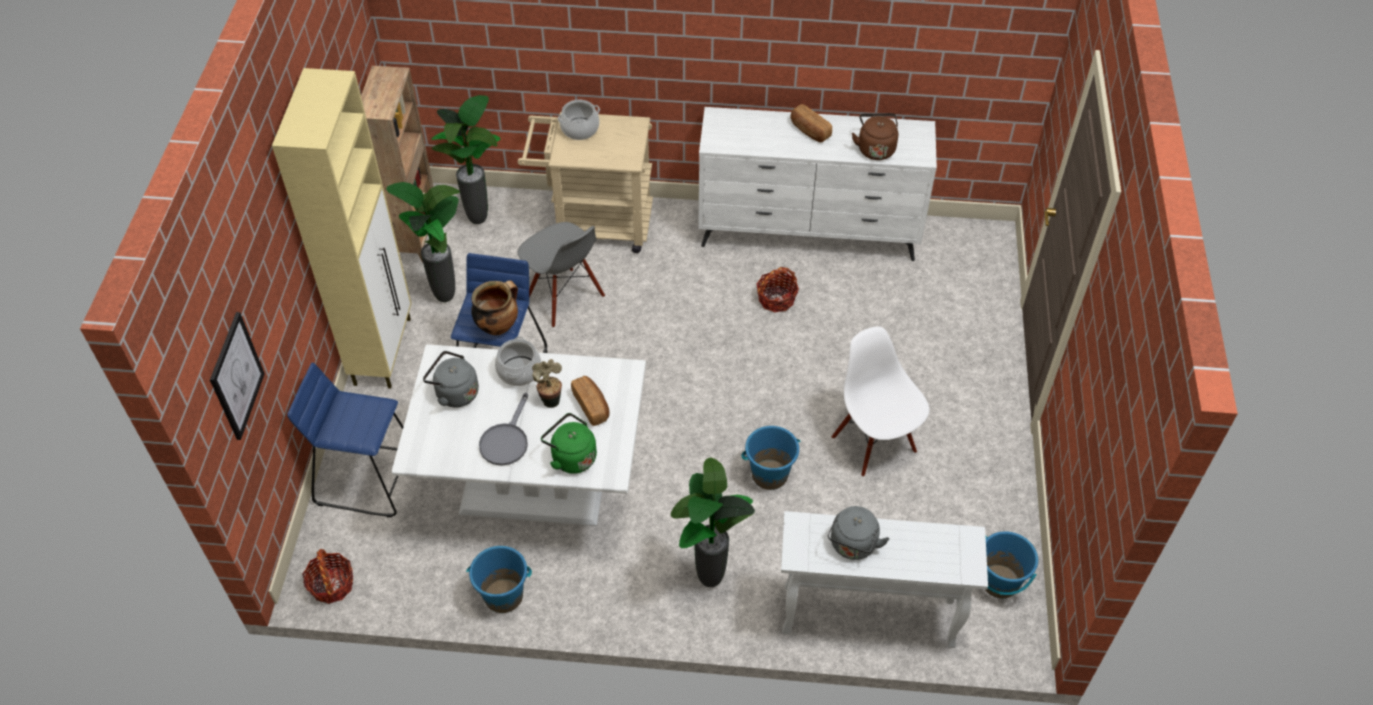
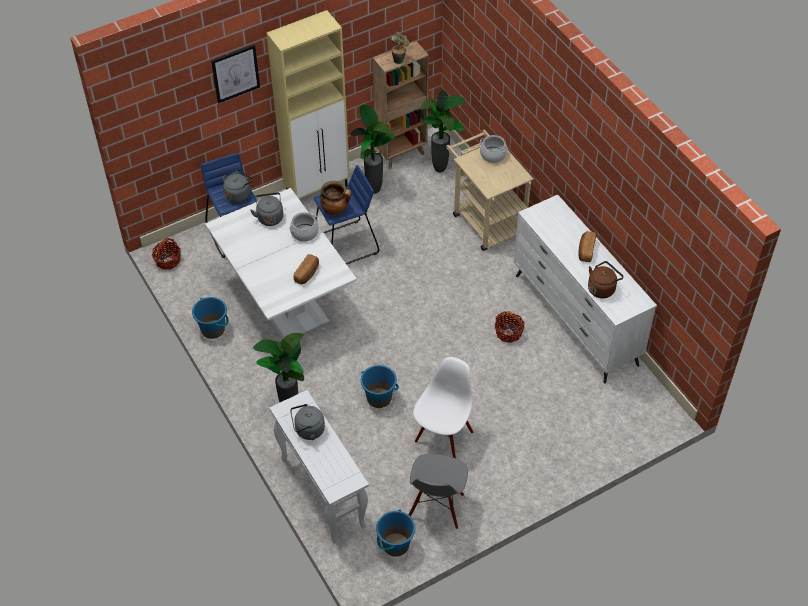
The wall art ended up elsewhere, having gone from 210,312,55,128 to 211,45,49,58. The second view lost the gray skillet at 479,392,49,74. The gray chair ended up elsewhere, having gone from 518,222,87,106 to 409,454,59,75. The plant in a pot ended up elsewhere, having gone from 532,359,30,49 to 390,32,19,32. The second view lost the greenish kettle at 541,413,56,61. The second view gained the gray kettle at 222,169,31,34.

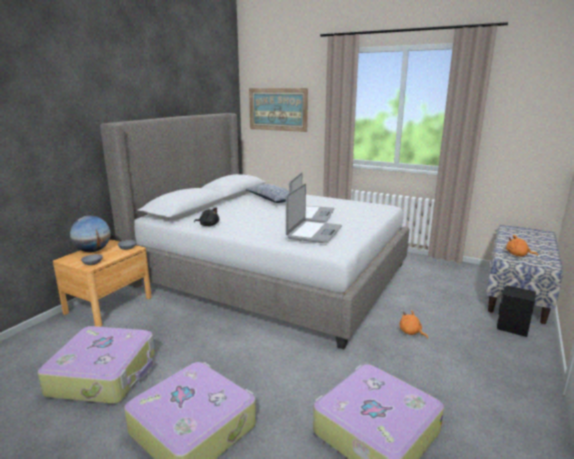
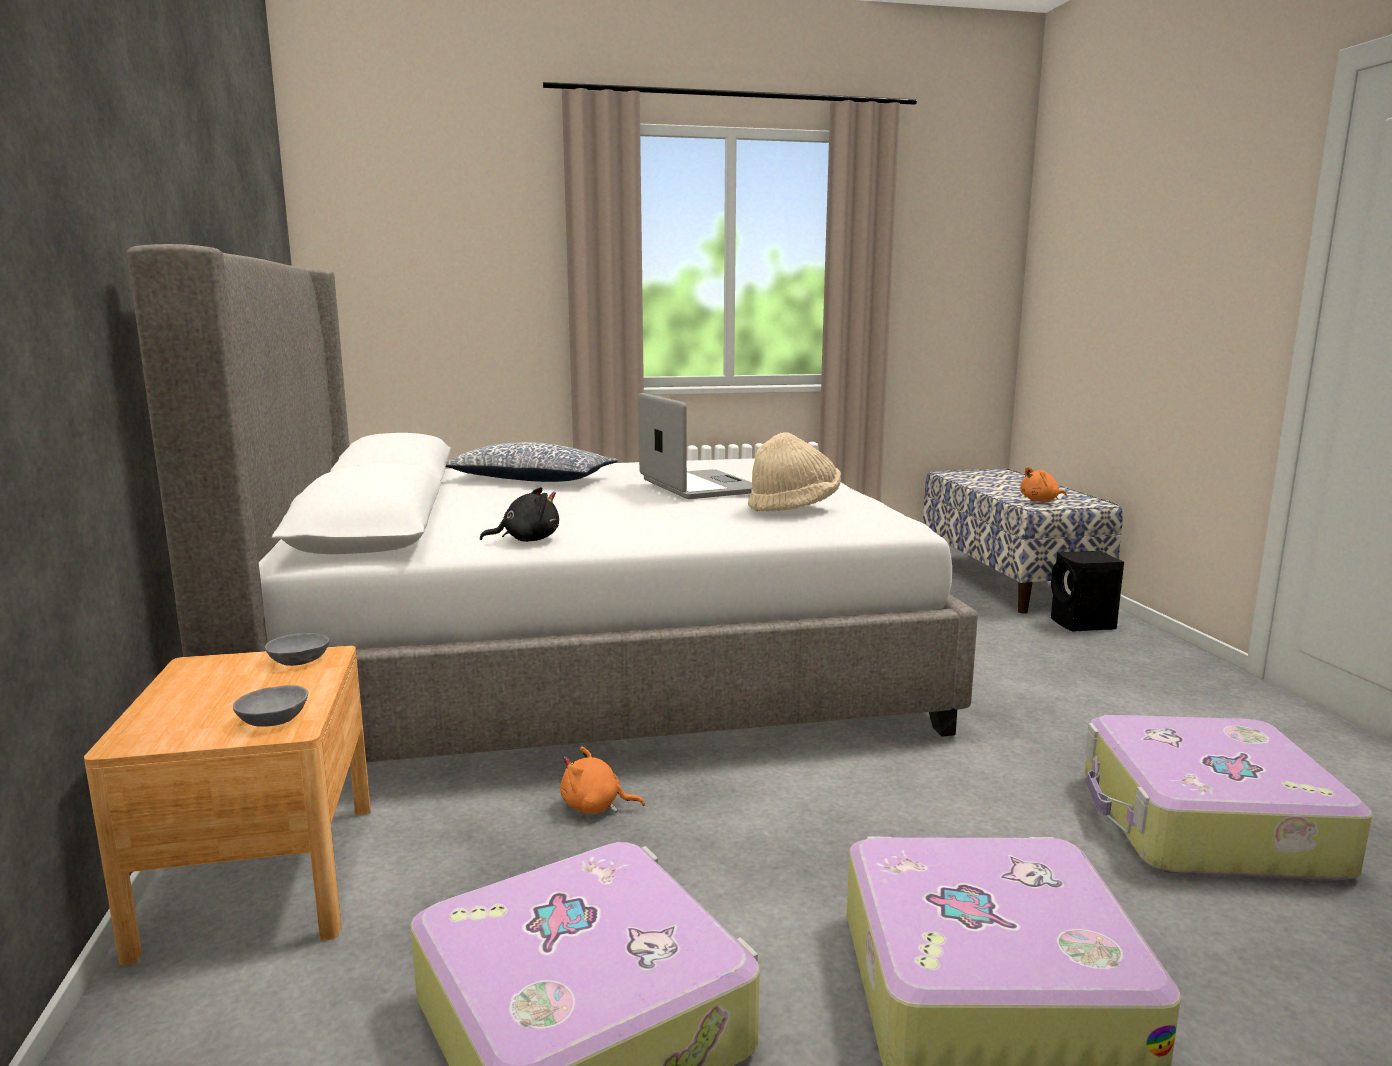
The second view lost the desk globe at 70,216,40,36. The second view lost the wall art at 249,88,59,44. Where the laptop stood at 286,183,56,60, the sand-coloured clothing hat came to stand at 748,432,93,80. The orange-coloured plush toy ended up elsewhere, having gone from 400,310,28,29 to 560,746,85,67.

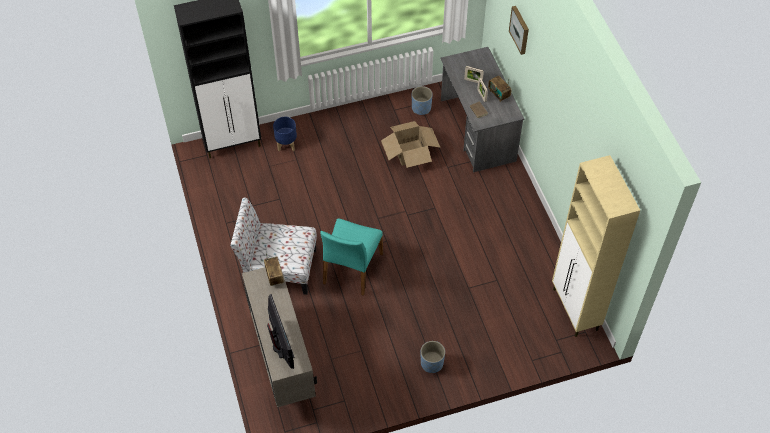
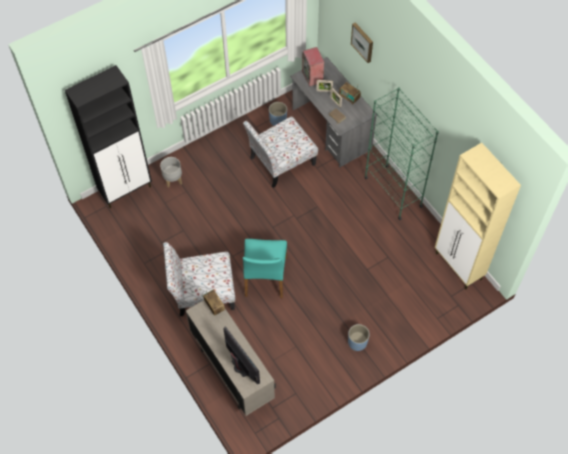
What was the bluish plant pot at 273,117,24,34 turned into the gray plant pot at 160,157,22,31. Where the cardboard box stood at 381,121,60,47, the chair came to stand at 243,117,75,71. The second view gained the audio speaker at 302,47,22,40. The second view gained the greenish bookcase at 365,88,74,132.

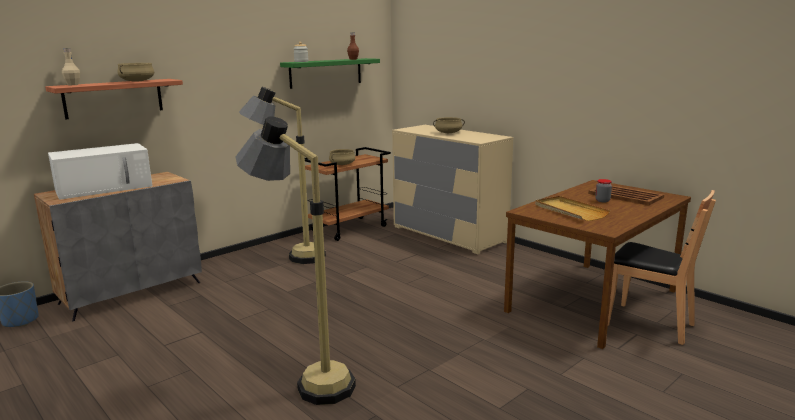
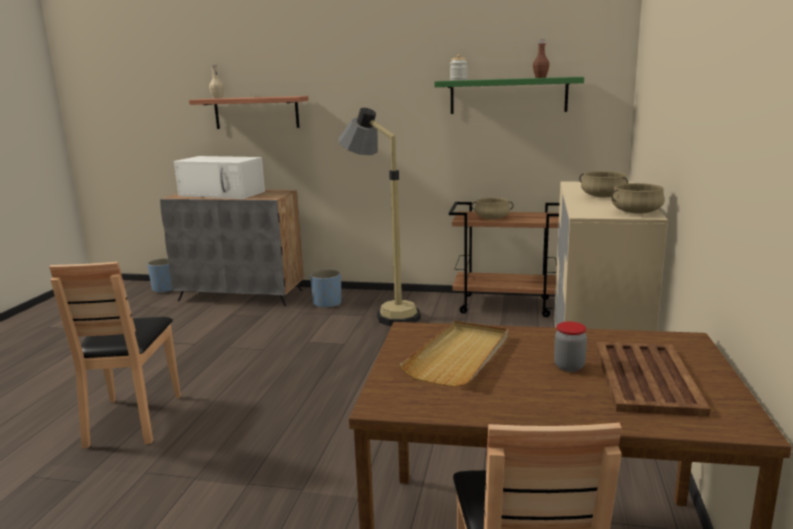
The sand-coloured cooking pot ended up elsewhere, having gone from 117,63,37,19 to 611,183,54,31. Where the standard lamp stood at 235,117,121,288, the brown chair came to stand at 49,262,132,186. The second view gained the bluish plant pot at 310,269,31,39.

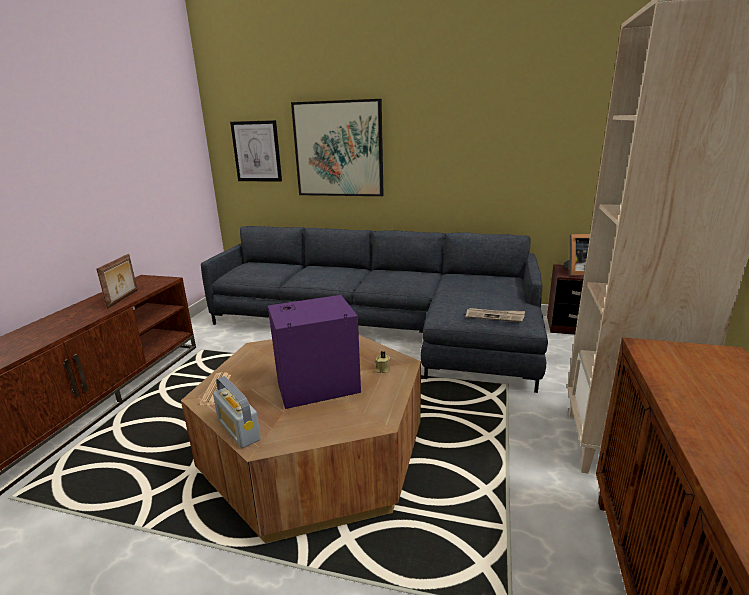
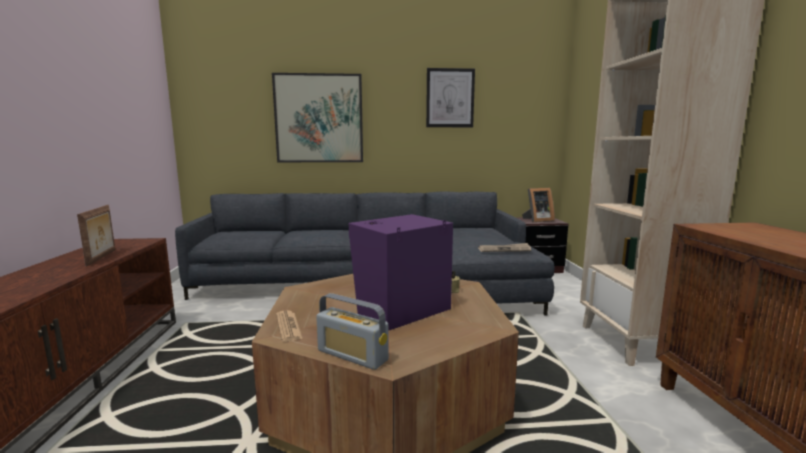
The wall art ended up elsewhere, having gone from 230,120,52,62 to 426,68,49,59.

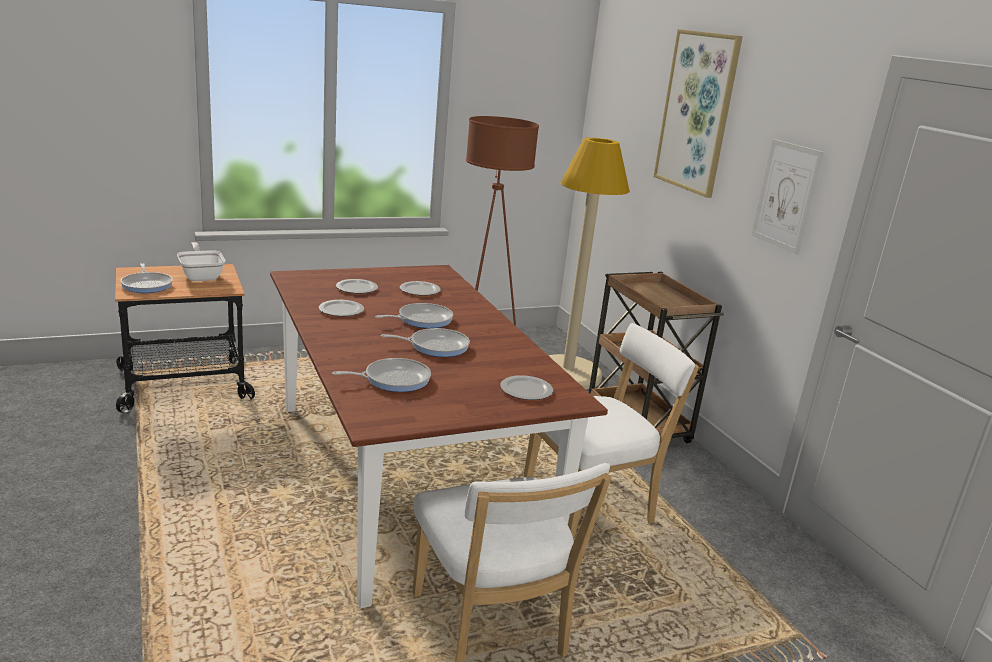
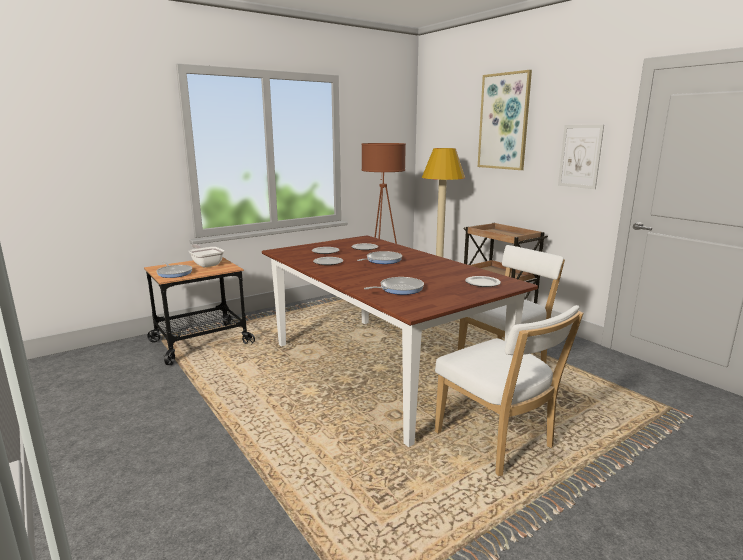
The second view lost the skillet at 381,328,89,29.

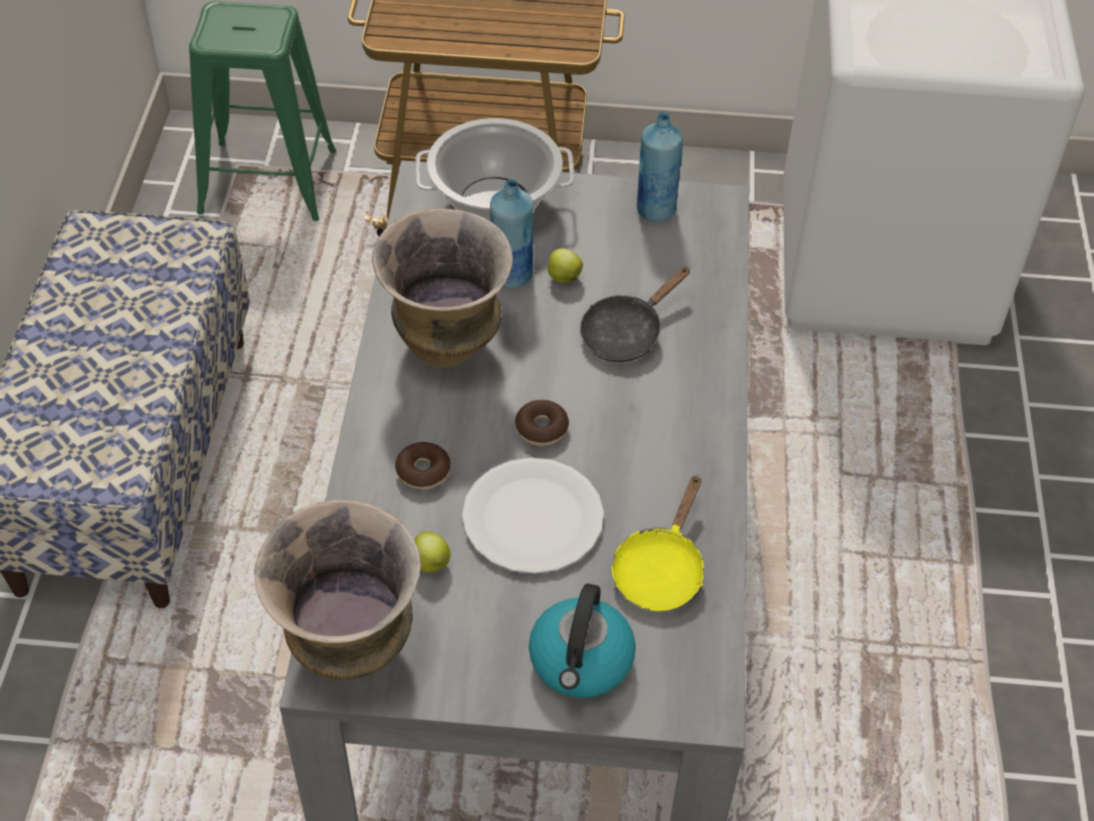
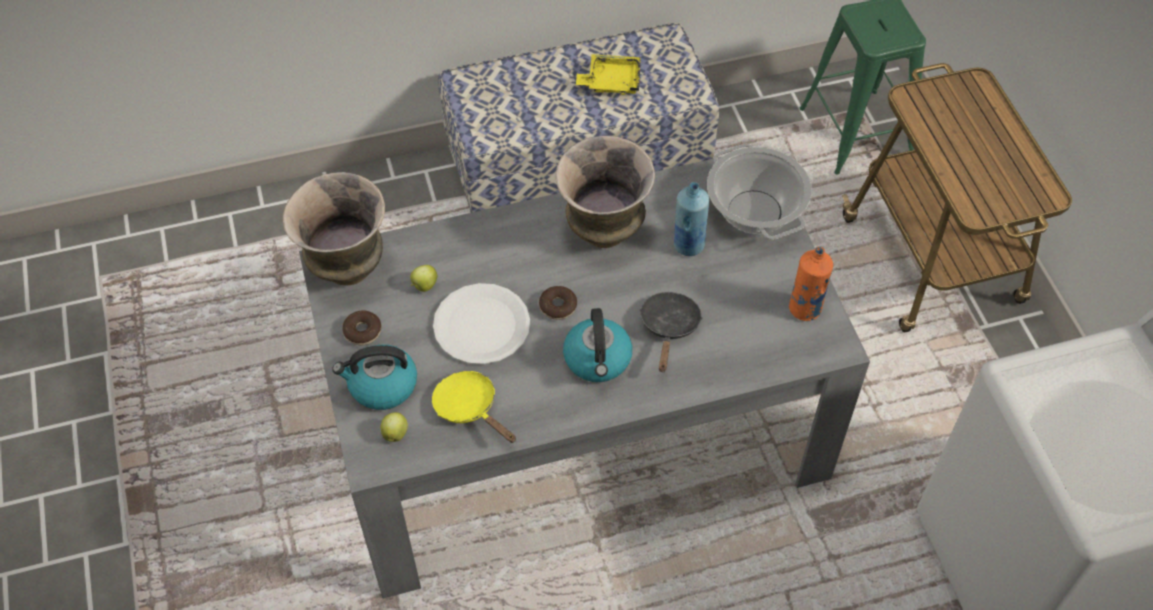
The donut ended up elsewhere, having gone from 395,442,56,48 to 342,310,39,35. The whole apple ended up elsewhere, having gone from 548,248,35,35 to 381,412,27,30. The black skillet at 580,266,110,96 ended up facing another way, 75 degrees clockwise from before. The yellow skillet at 612,475,92,136 ended up facing another way, 45 degrees clockwise from before. What was the bluish beverage bottle at 637,112,46,110 turned into the orange-coloured beverage bottle at 789,246,44,75. The second view gained the kettle at 563,308,70,74. The second view gained the yellow tray at 576,54,65,41.

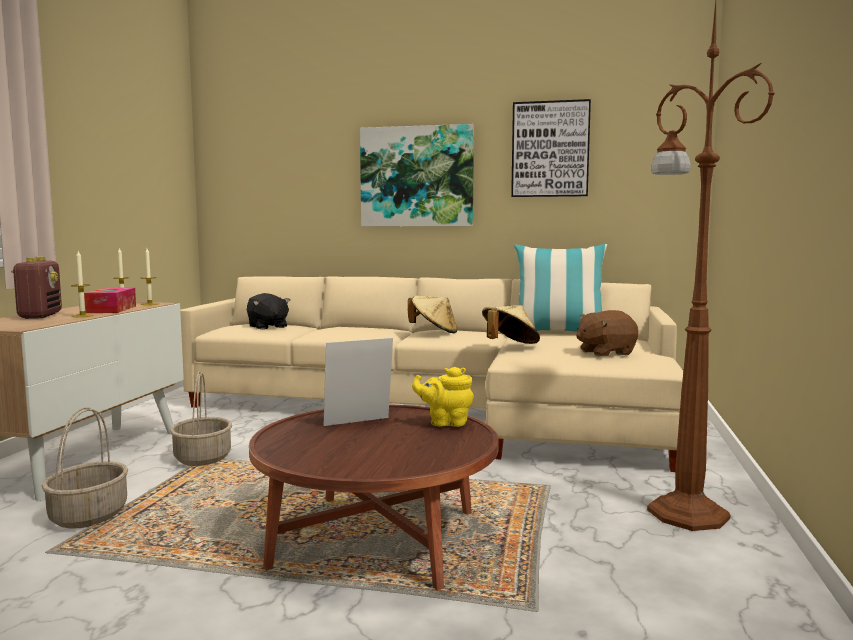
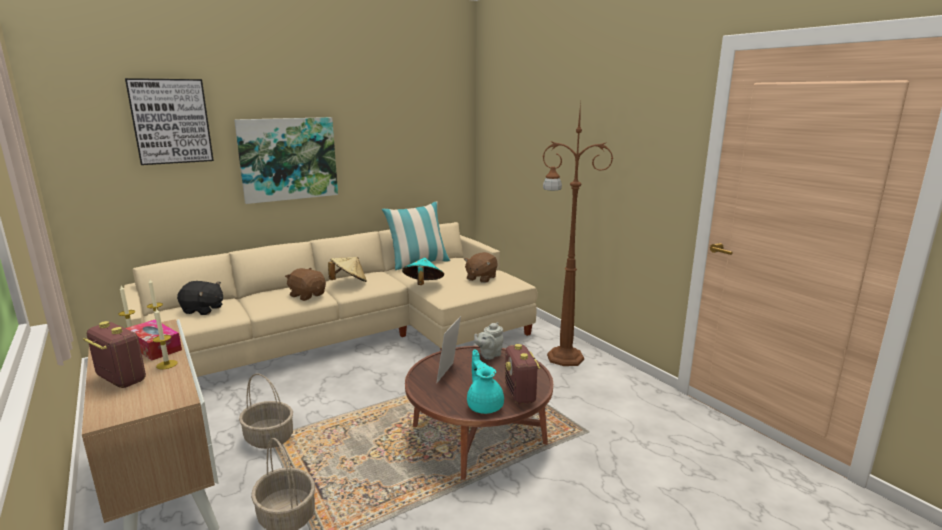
What was the yellow pot for tea at 412,367,62,60 turned into the gray pot for tea at 474,322,29,38. What was the sand-coloured clothing hat at 482,305,58,39 turned into the turquoise-coloured clothing hat at 402,258,42,27. The wall art ended up elsewhere, having gone from 511,99,80,98 to 125,78,89,87. The second view gained the brown plush toy at 285,268,41,33. The second view gained the turquoise-coloured pot for tea at 467,350,37,64. The second view gained the radio at 505,344,36,60.

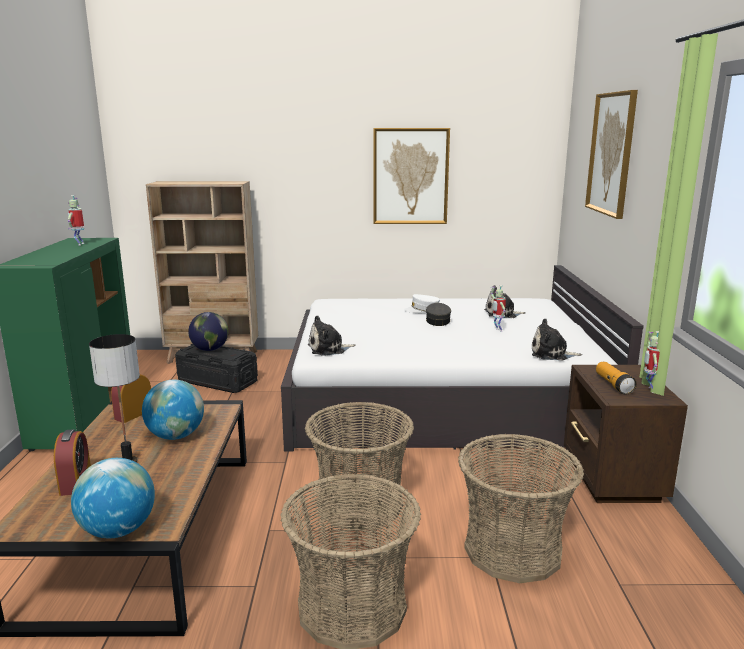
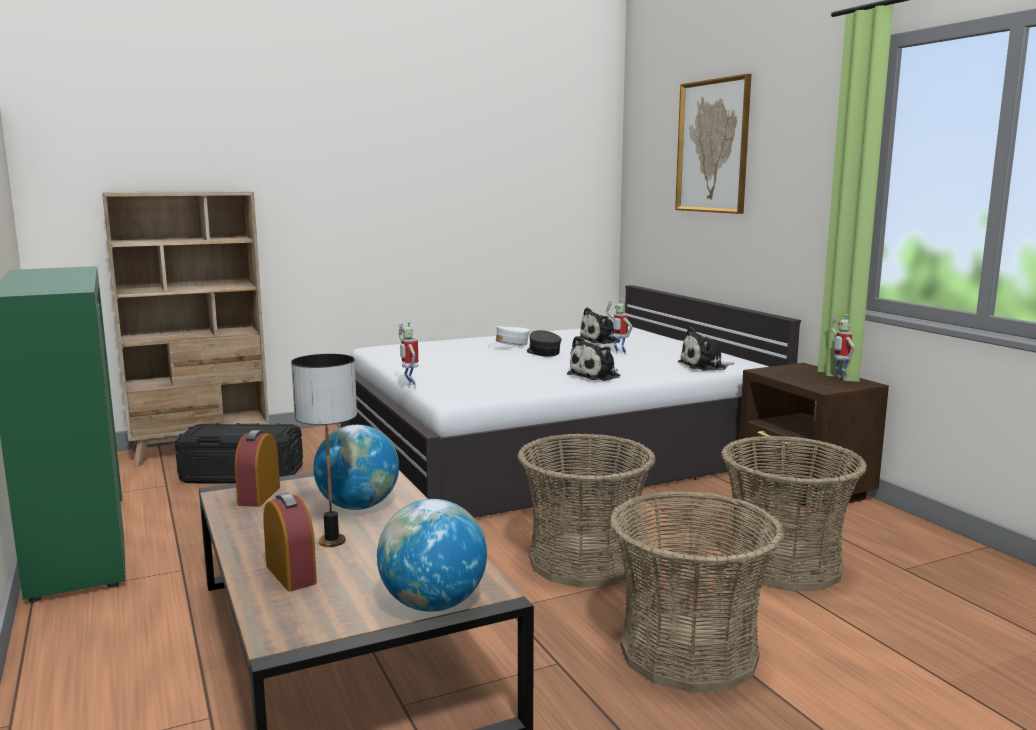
The robot figure ended up elsewhere, having gone from 68,195,16,51 to 397,321,21,67. The second view lost the desk globe at 188,312,40,39. The plush toy ended up elsewhere, having gone from 308,316,48,40 to 567,336,54,45. The second view lost the wall art at 373,128,77,96. The second view lost the torch at 596,362,41,33.

